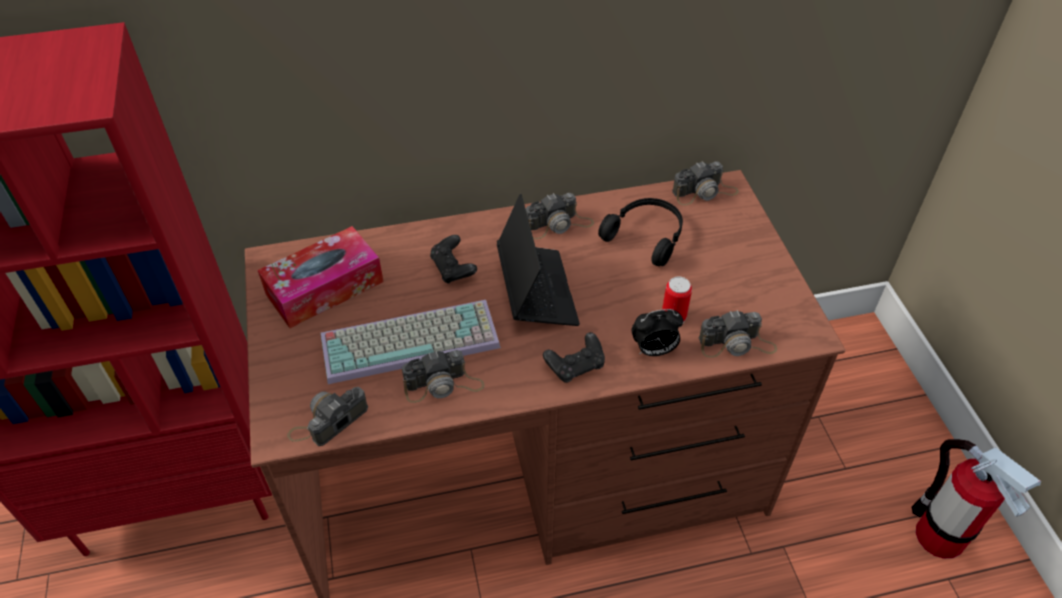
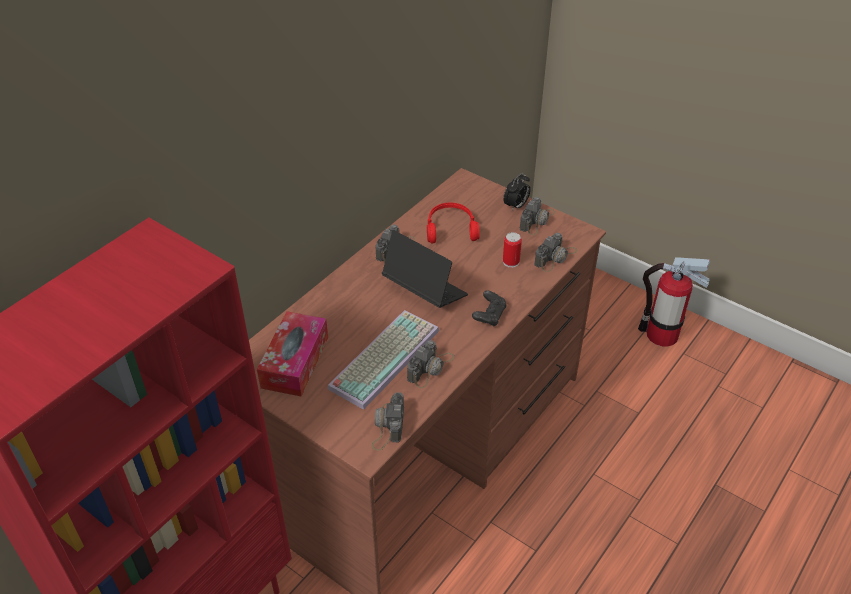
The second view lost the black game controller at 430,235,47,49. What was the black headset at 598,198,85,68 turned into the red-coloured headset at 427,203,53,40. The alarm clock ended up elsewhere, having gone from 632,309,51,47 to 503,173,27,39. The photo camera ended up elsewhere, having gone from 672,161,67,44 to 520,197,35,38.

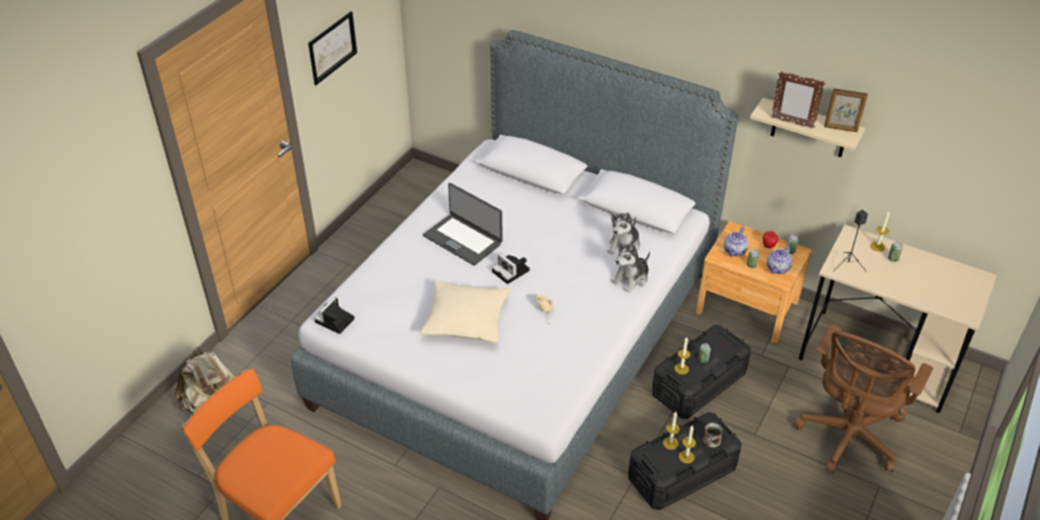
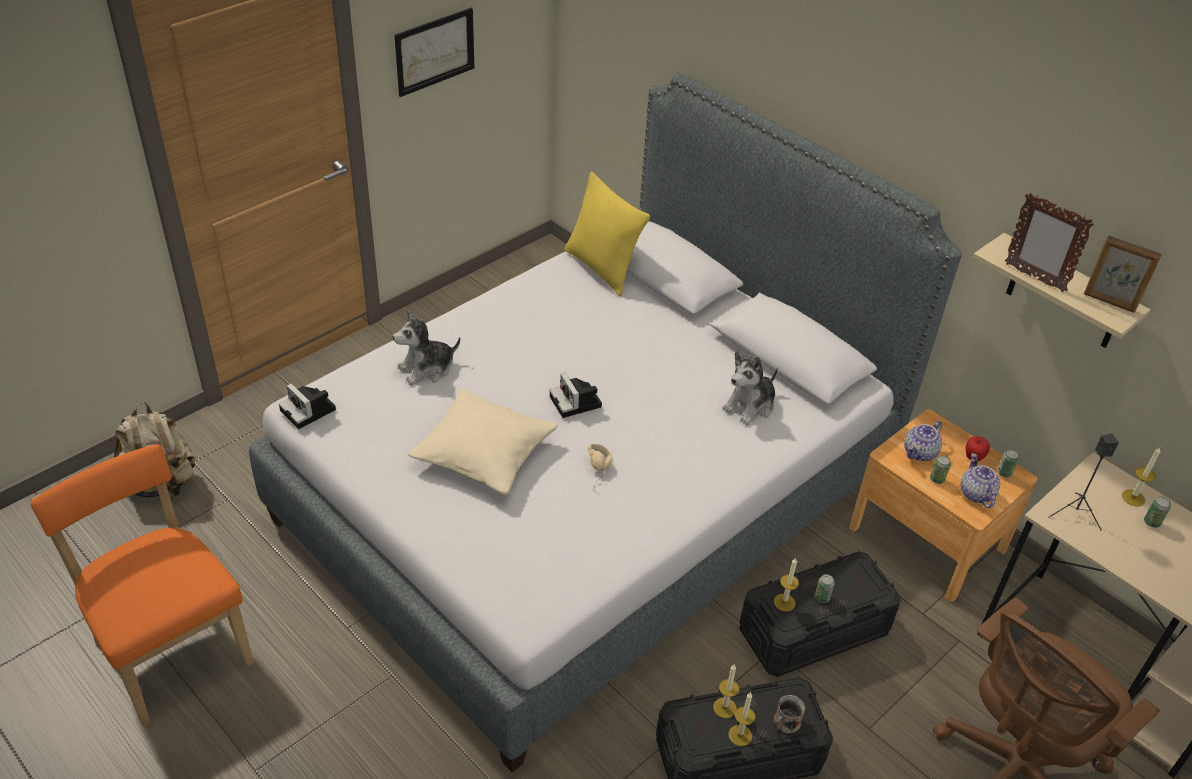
The photo camera at 314,297,41,37 ended up facing another way, 90 degrees counterclockwise from before. The second view lost the laptop at 423,183,80,83. The plush toy ended up elsewhere, having gone from 612,241,38,52 to 393,311,67,74. The pot for tea at 767,245,25,29 ended up facing another way, 120 degrees clockwise from before. The second view gained the yellow cushion at 564,172,86,124.

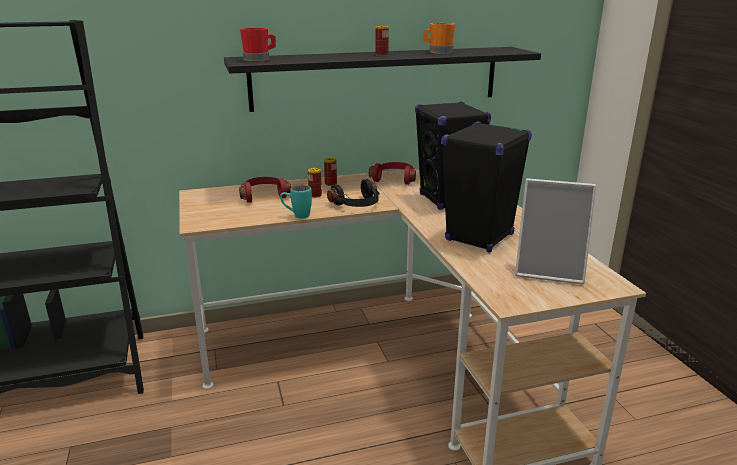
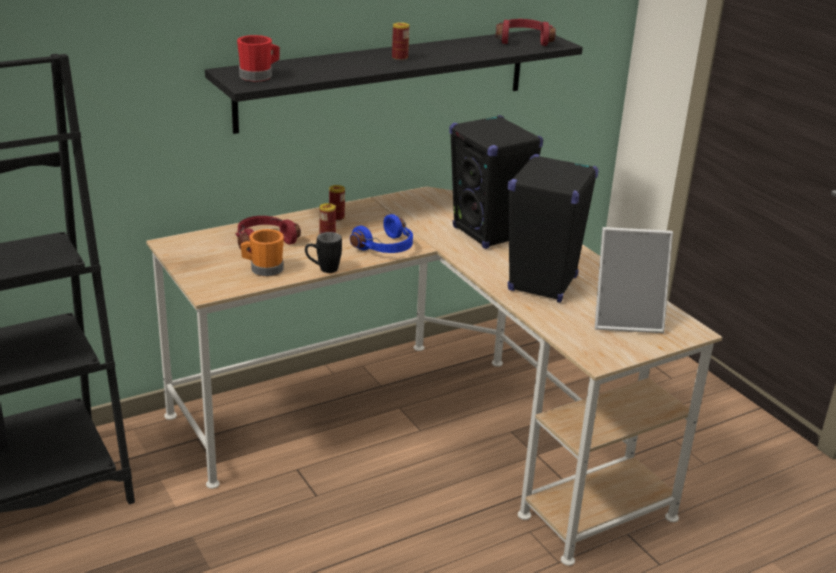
What was the turquoise-coloured coffee mug at 280,185,32,34 turned into the black coffee mug at 305,232,37,41. What was the black headset at 327,179,53,28 turned into the bluish headset at 350,214,63,39. The red-coloured headset ended up elsewhere, having gone from 369,162,47,23 to 496,19,60,27. The orange-coloured coffee mug ended up elsewhere, having gone from 423,23,32,31 to 241,229,43,48.

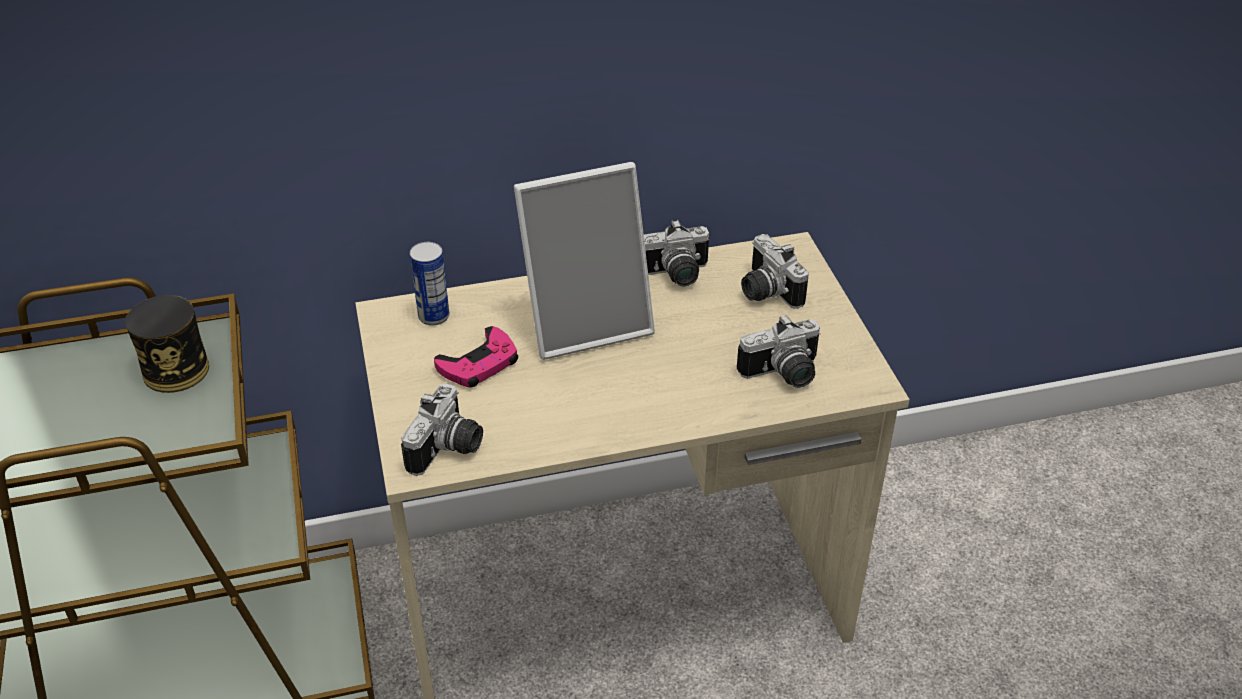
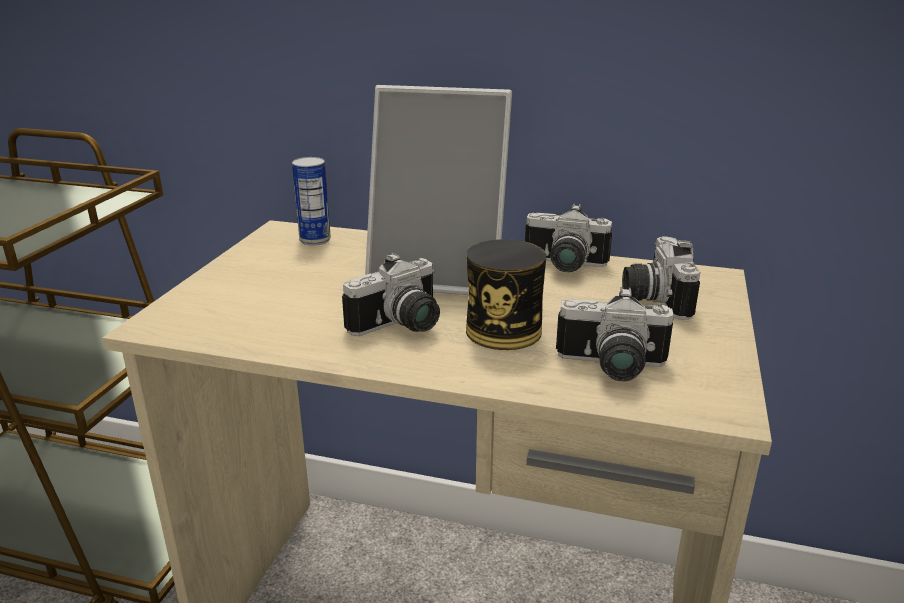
The can ended up elsewhere, having gone from 125,295,84,98 to 466,239,80,111. The photo camera ended up elsewhere, having gone from 401,383,82,93 to 342,253,98,83. The second view lost the pink game controller at 434,326,84,62.

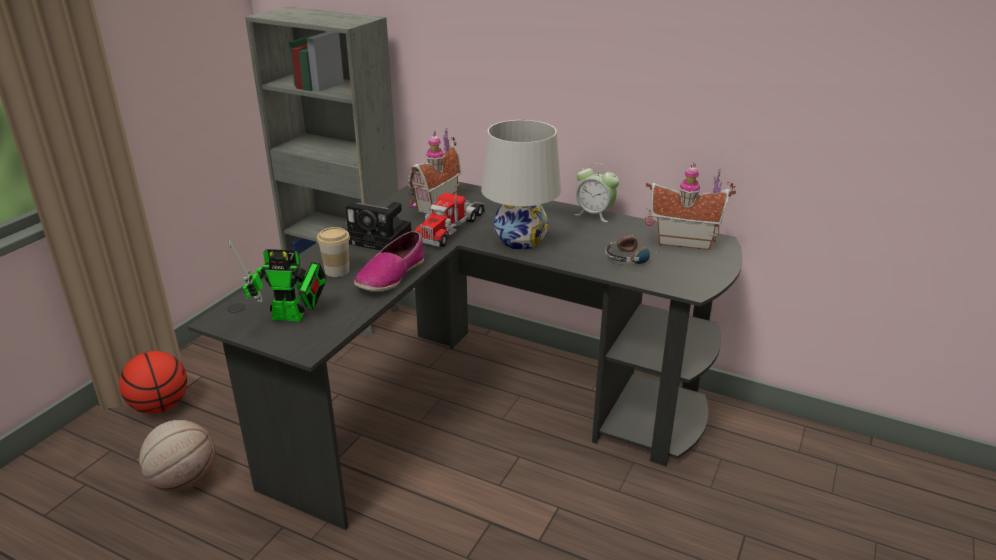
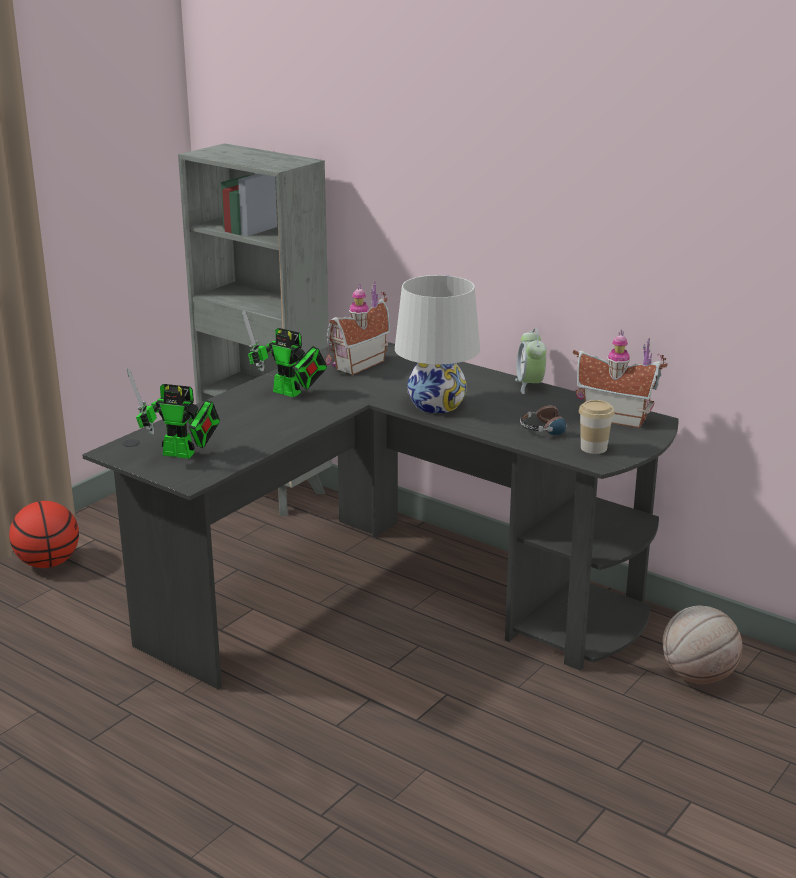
The basketball ball ended up elsewhere, having gone from 139,420,77,72 to 663,605,80,80. The cup ended up elsewhere, having gone from 317,227,33,50 to 579,400,35,54. Where the photo camera stood at 346,202,66,48, the robot figure came to stand at 242,310,85,87. The second view lost the shoe at 354,231,70,61. The second view lost the model truck at 415,192,69,55. The alarm clock at 574,163,45,59 ended up facing another way, 45 degrees clockwise from before.

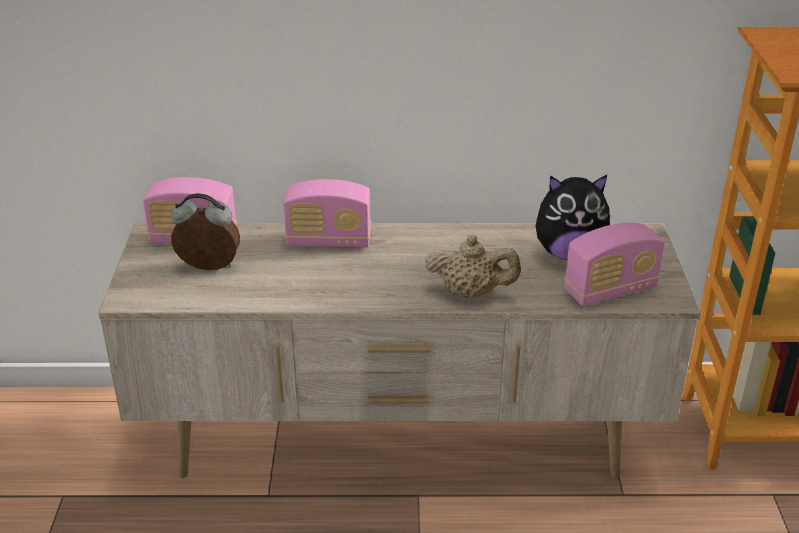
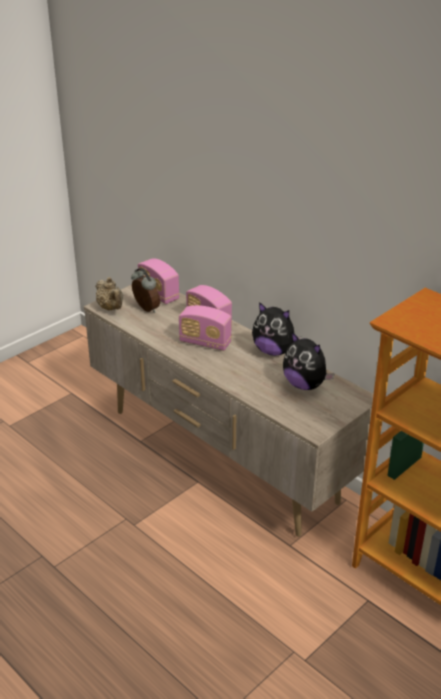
The sand-coloured pot for tea ended up elsewhere, having gone from 425,235,96,63 to 96,277,27,33. The radio ended up elsewhere, having gone from 564,222,100,84 to 179,305,53,46. The second view gained the plush toy at 252,302,50,54.

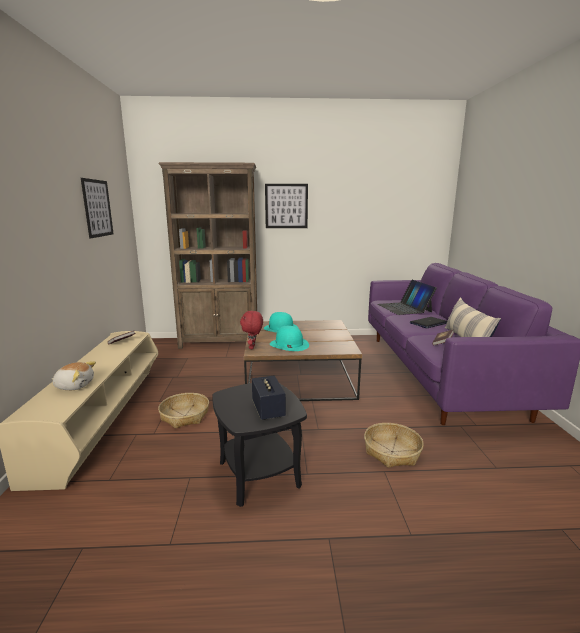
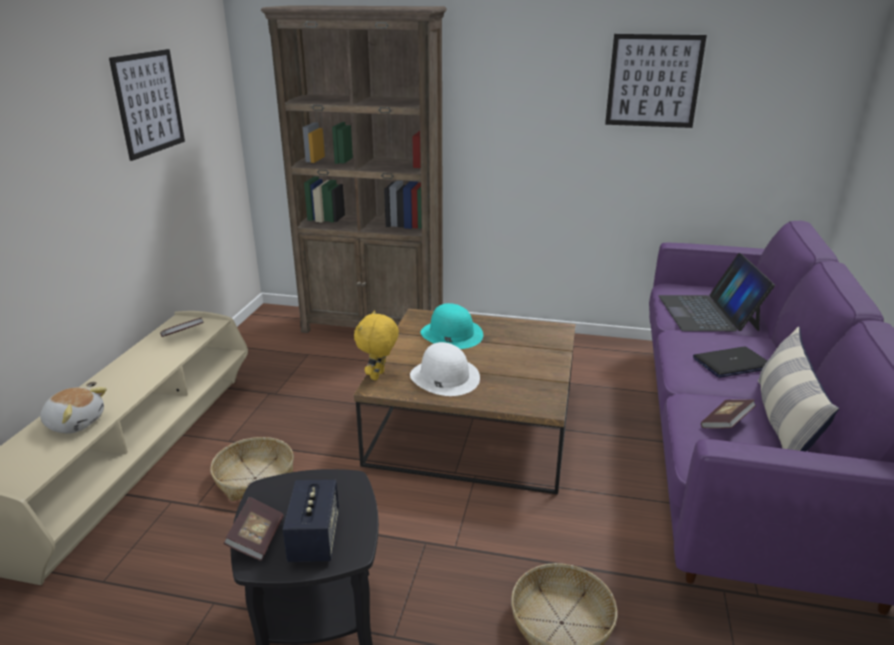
What was the red-coloured plush toy at 240,311,23,38 turned into the yellow plush toy at 354,310,45,70. The wall art ended up elsewhere, having gone from 265,184,43,44 to 605,34,102,94. What was the turquoise-coloured clothing hat at 270,326,39,25 turned into the white clothing hat at 410,342,70,54. The second view gained the book at 224,497,60,64.

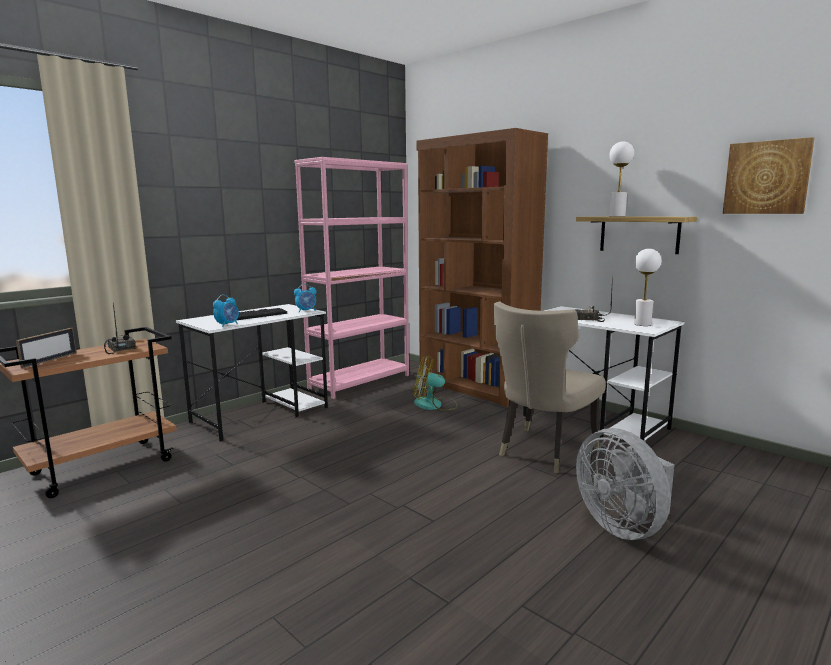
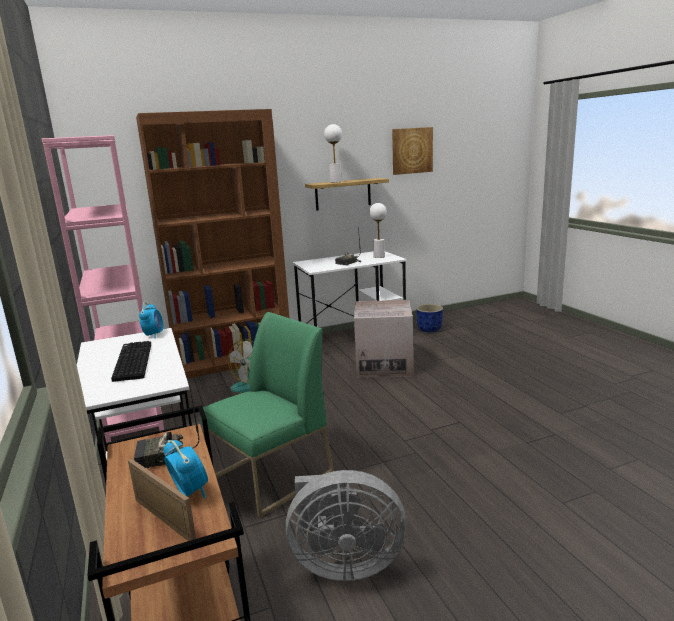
The alarm clock ended up elsewhere, having gone from 213,295,26,32 to 164,440,44,58. Where the sand-coloured chair stood at 494,302,112,171, the cardboard box came to stand at 354,300,59,78. The gray cooling fan ended up elsewhere, having gone from 576,428,98,112 to 286,470,121,111. The second view gained the greenish chair at 200,312,134,206. The second view gained the bluish plant pot at 416,304,27,28.

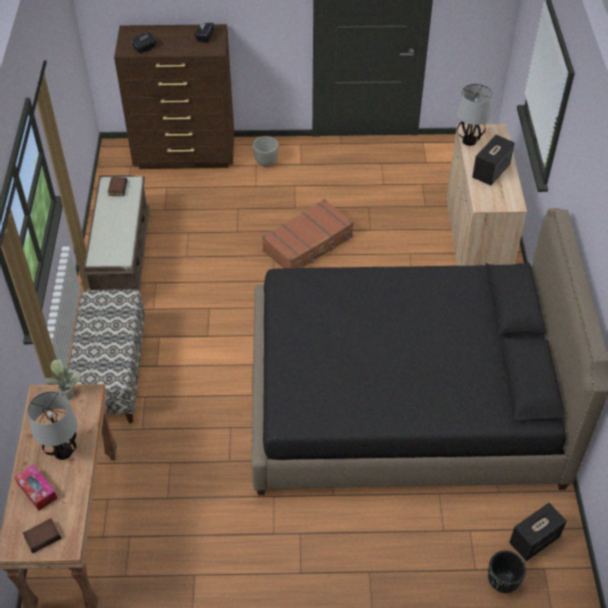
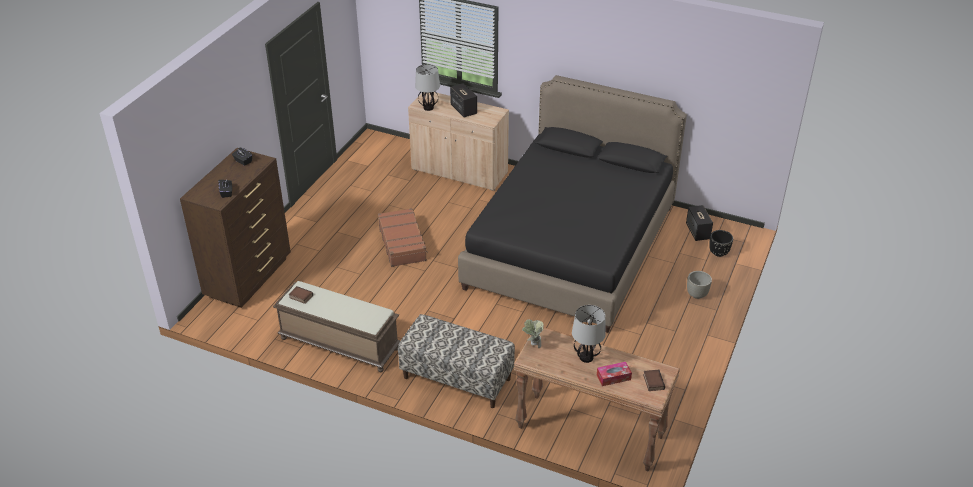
The gray plant pot ended up elsewhere, having gone from 253,136,26,31 to 687,271,25,28.

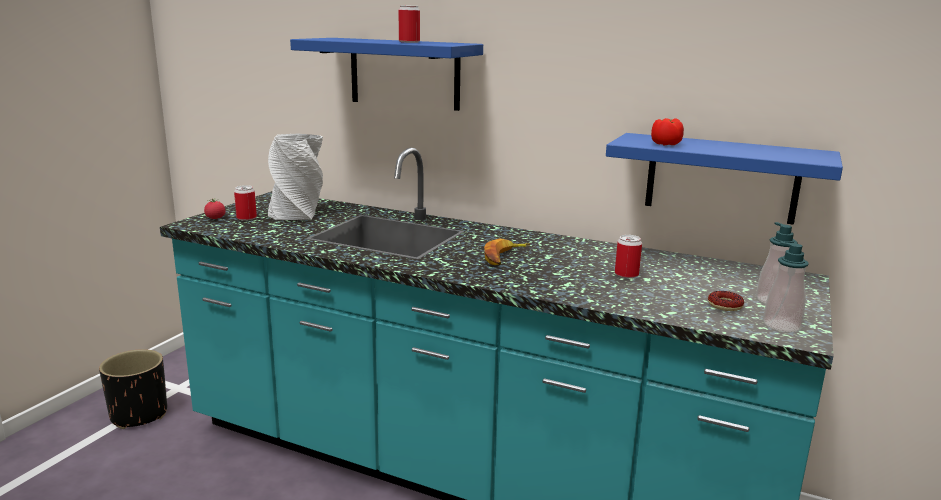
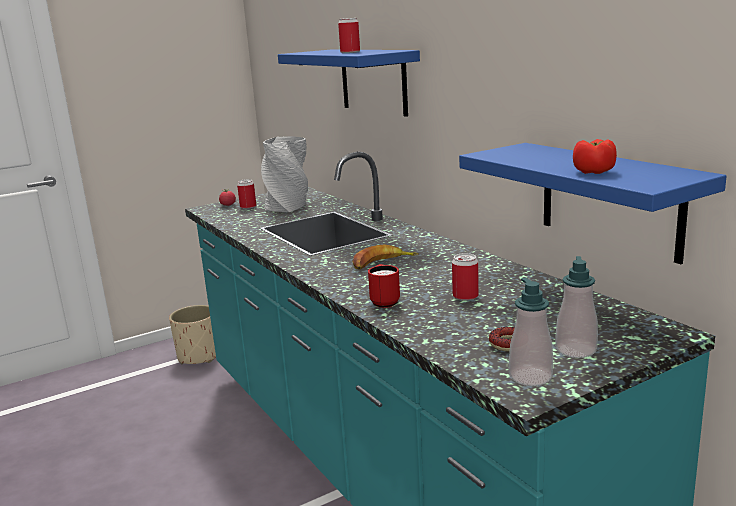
What was the black plant pot at 99,349,68,80 turned into the sand-coloured plant pot at 169,305,47,59. The tomato ended up elsewhere, having gone from 651,118,33,27 to 573,139,44,35. The second view gained the red-coloured coffee mug at 368,264,32,44.

